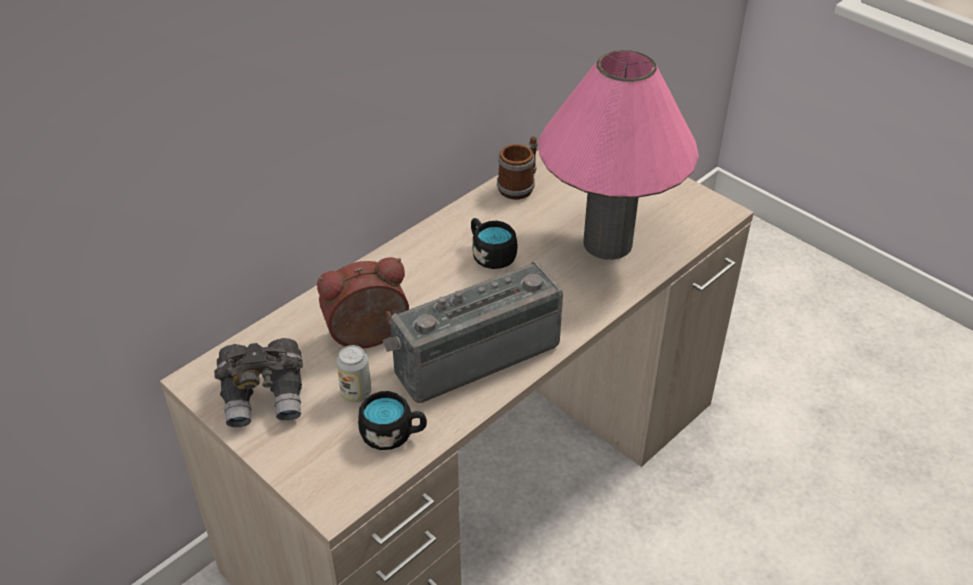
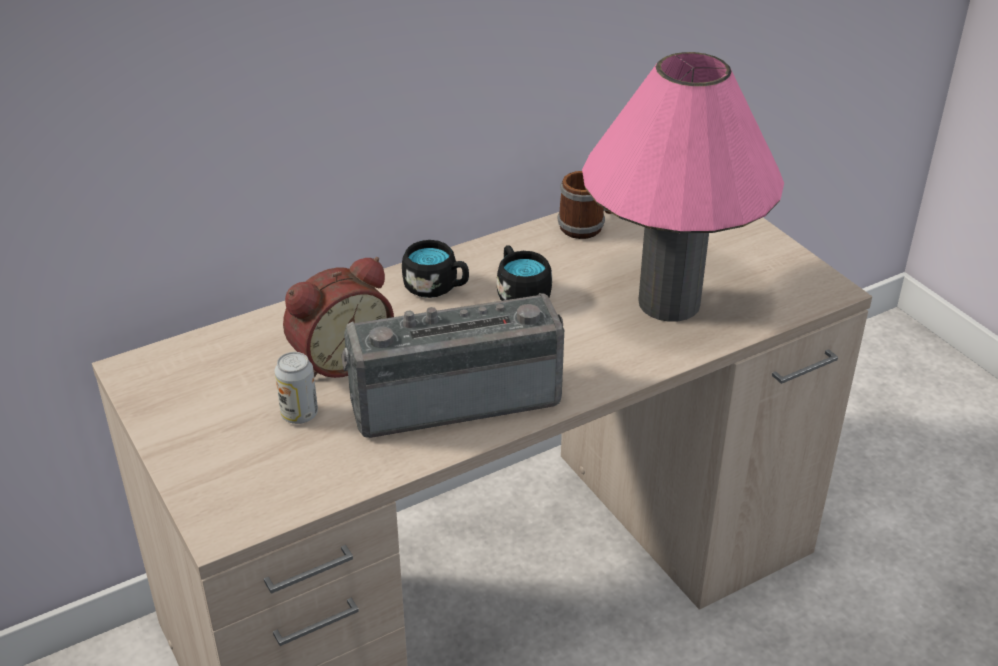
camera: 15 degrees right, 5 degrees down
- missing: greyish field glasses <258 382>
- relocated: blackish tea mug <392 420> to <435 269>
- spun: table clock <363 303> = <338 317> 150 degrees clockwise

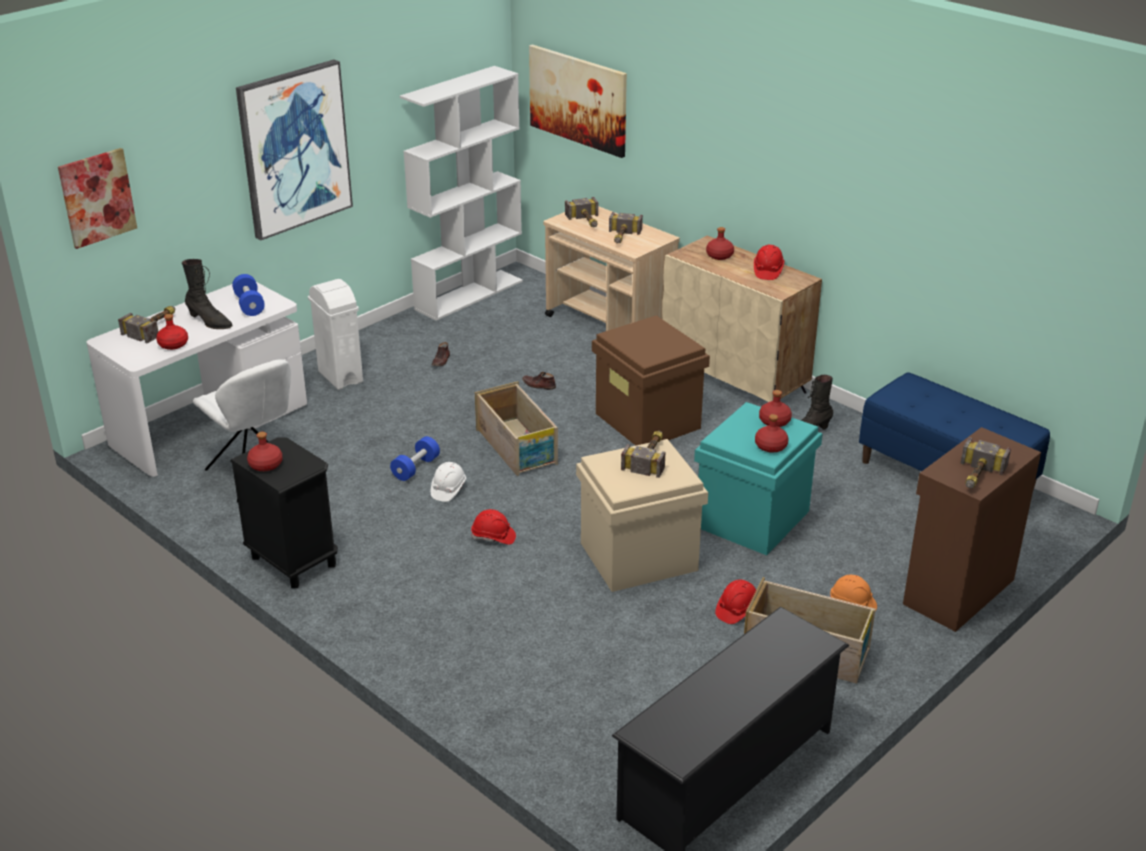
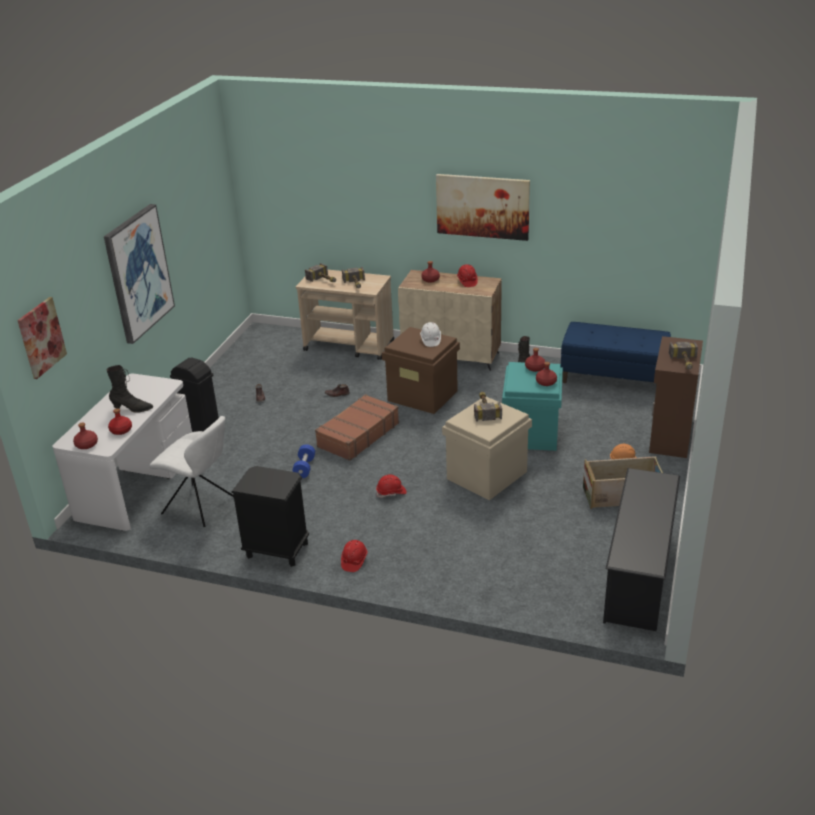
camera: 25 degrees left, 0 degrees up
- missing: hand hammer <146 325>
- missing: blue hand weight <248 295>
- missing: whitish bookshelf <461 193>
- relocated: reddish bottle <265 451> to <85 436>
- relocated: whitish safety helmet <448 482> to <430 334>
- relocated: picture <578 101> to <483 207>
- relocated: reddish safety helmet <735 602> to <354 556>
- exchanged: shipping crate <516 428> to brownish travel case <357 427>
- colour: whitish rubbish bin <335 334> to blackish rubbish bin <194 395>

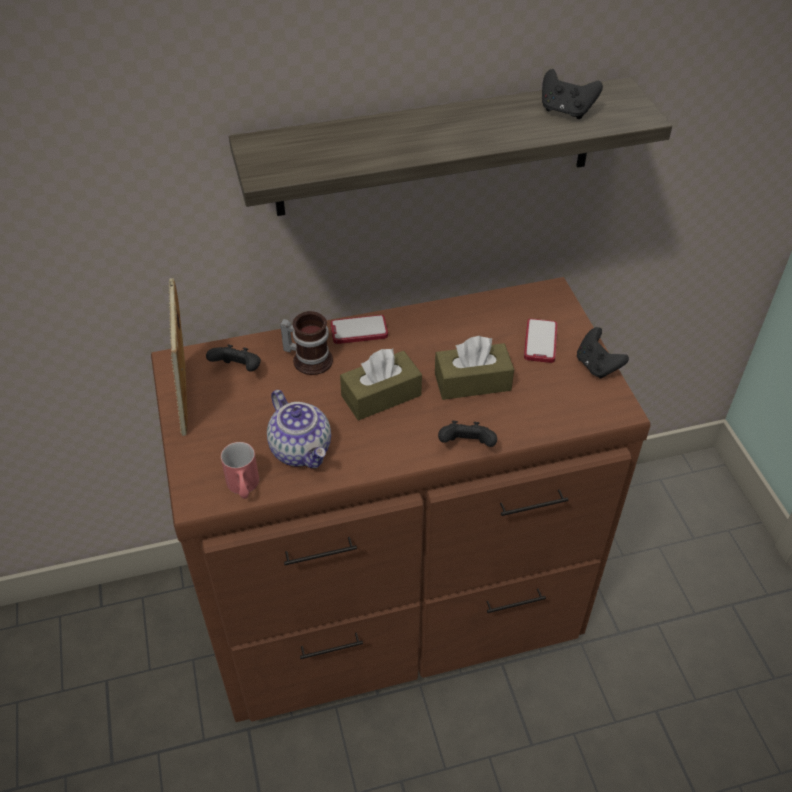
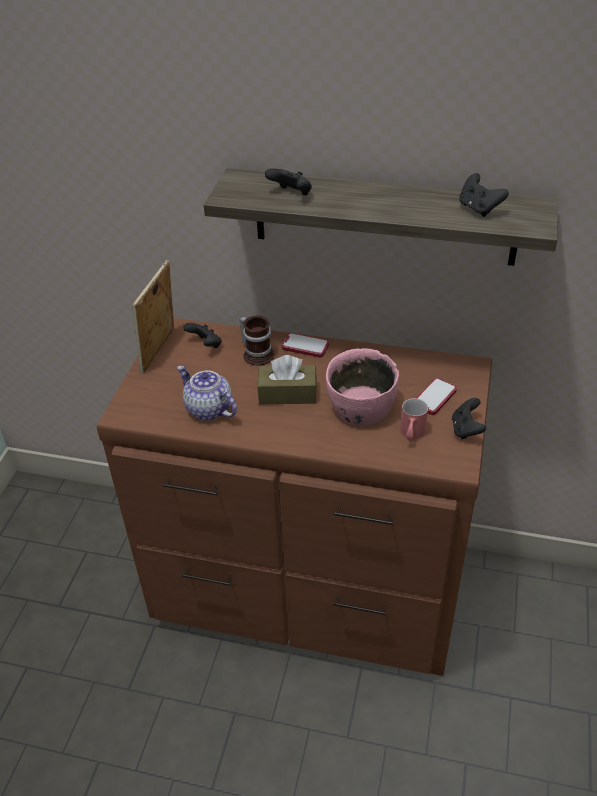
camera: 30 degrees right, 5 degrees down
- relocated: reddish tea mug <240 470> to <414 419>
- relocated: blackish game controller <467 434> to <288 181>
- exchanged: brownish box of tissues <474 368> to pinkish deep dish <362 387>
- spun: pot for tea <299 429> = <207 393> 135 degrees clockwise

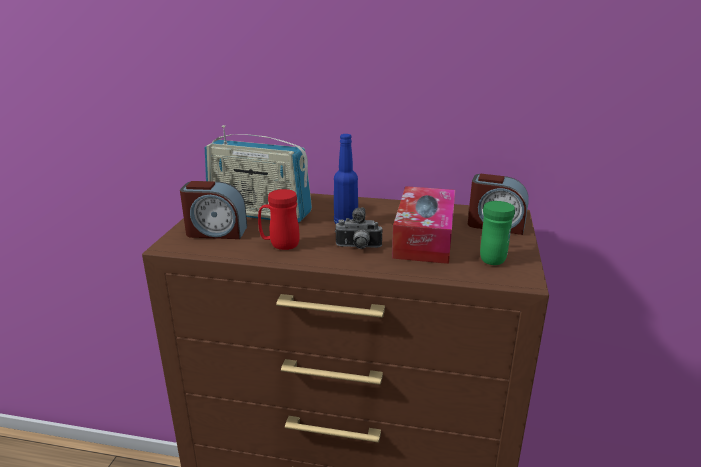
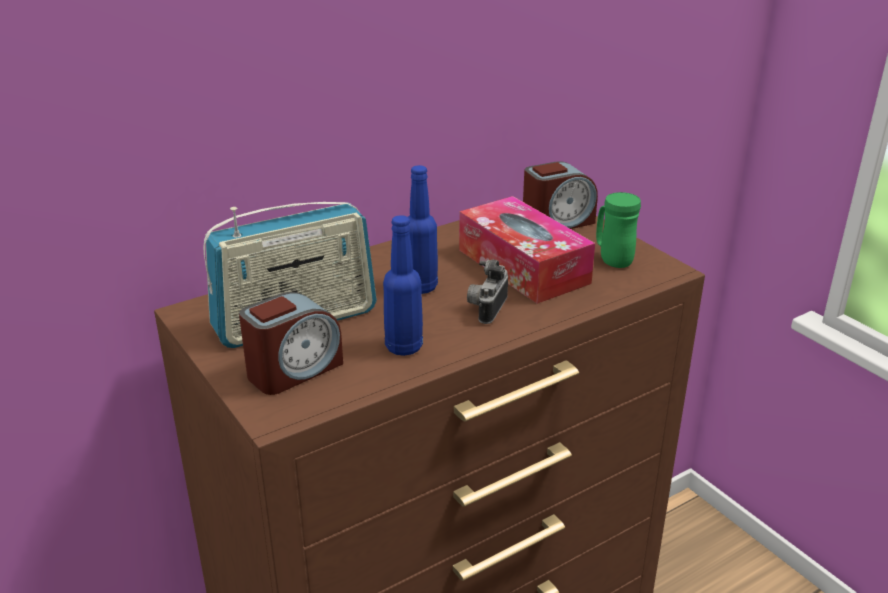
camera: 45 degrees left, 5 degrees up
- exchanged: reddish tea mug <279 219> to blue bottle <403 285>
- spun: photo camera <359 228> = <487 292> 150 degrees clockwise

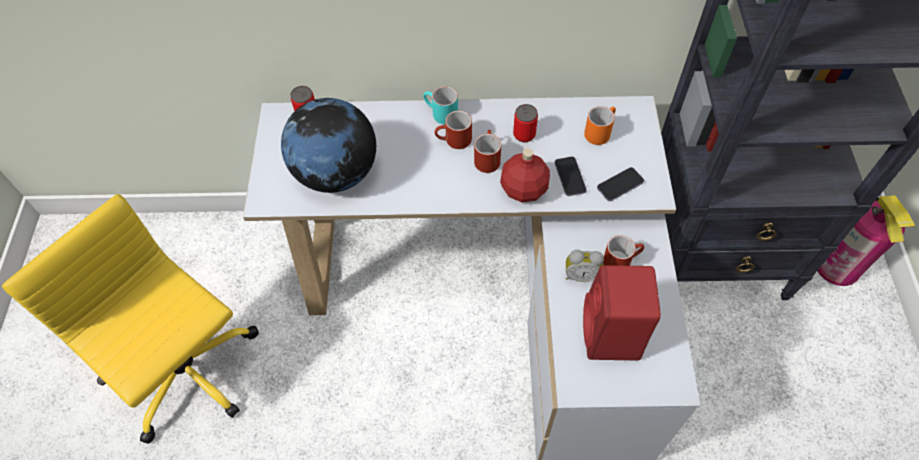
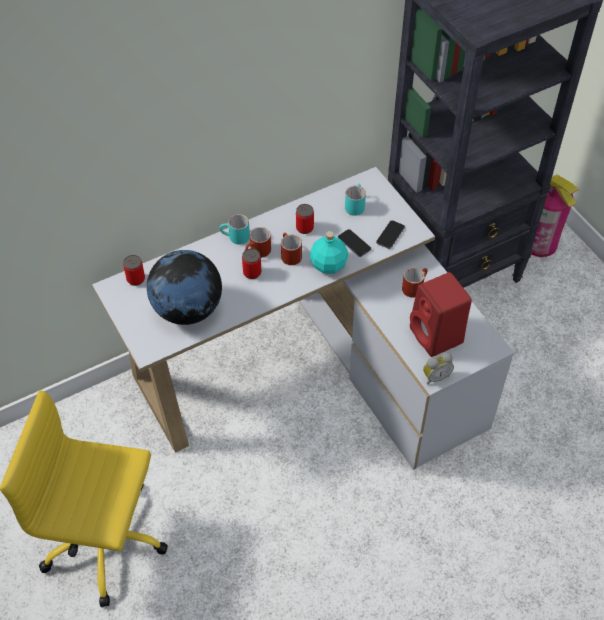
camera: 30 degrees left, 5 degrees down
- appeared: sealed can <251 263>
- relocated: table clock <585 266> to <438 368>
- colour: reddish bottle <525 175> to turquoise-coloured bottle <329 252>
- colour: orange-coloured tea mug <600 125> to turquoise-coloured tea mug <355 200>

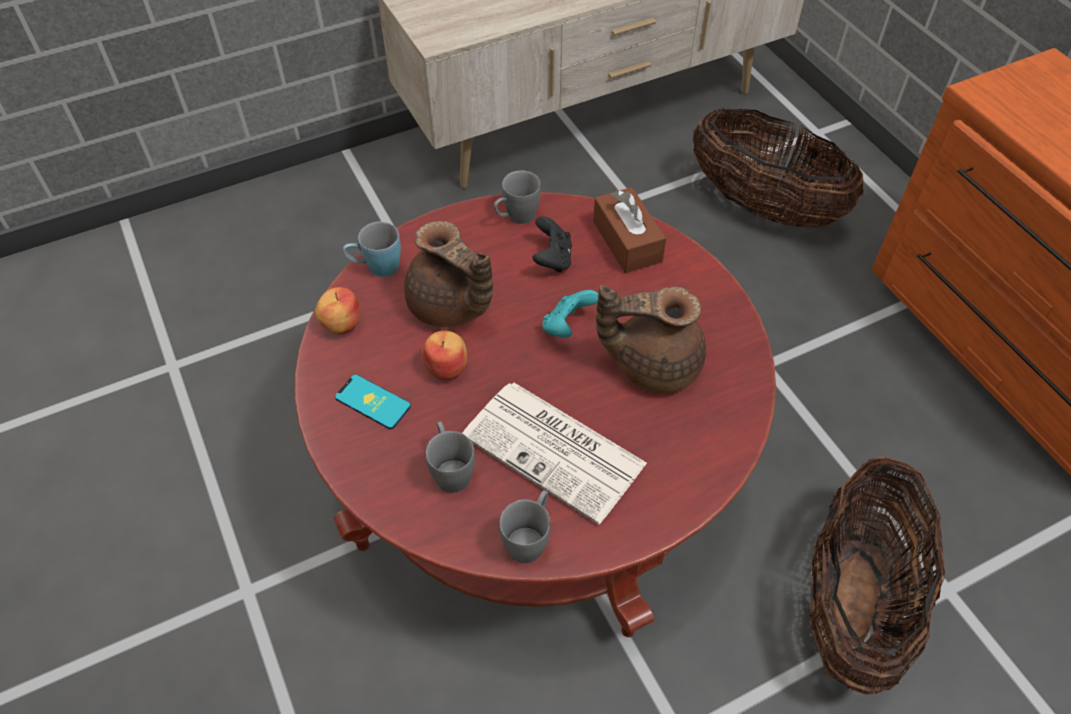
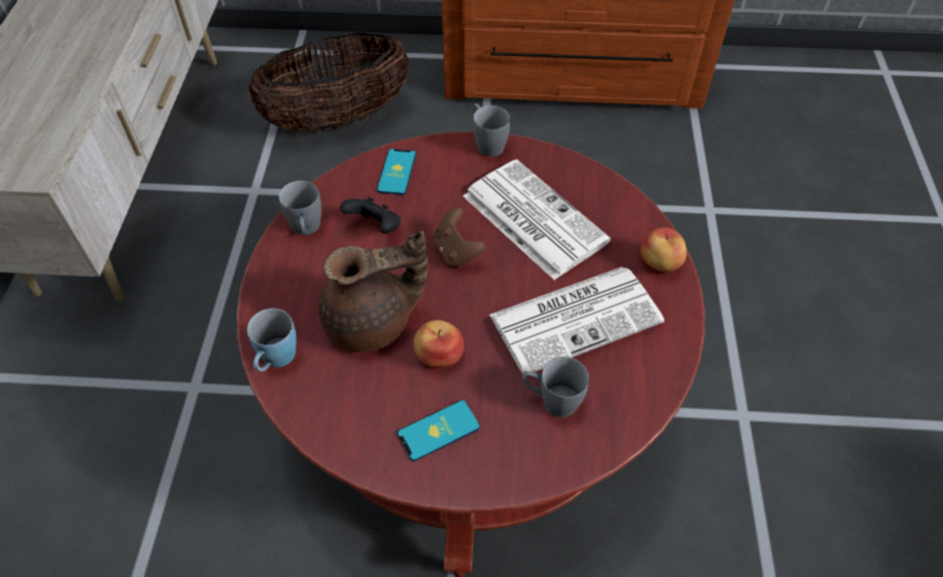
camera: 60 degrees left, 0 degrees up
- missing: household basket <877 575>
- relocated: apple fruit <338 311> to <663 250>
- relocated: greyish tea mug <525 527> to <491 130>
- exchanged: brownish box of tissues <629 230> to handset <396 172>
- exchanged: brownish pot for tea <651 339> to daily paper <537 219>
- colour: turquoise-coloured game controller <570 314> to brownish game controller <459 237>

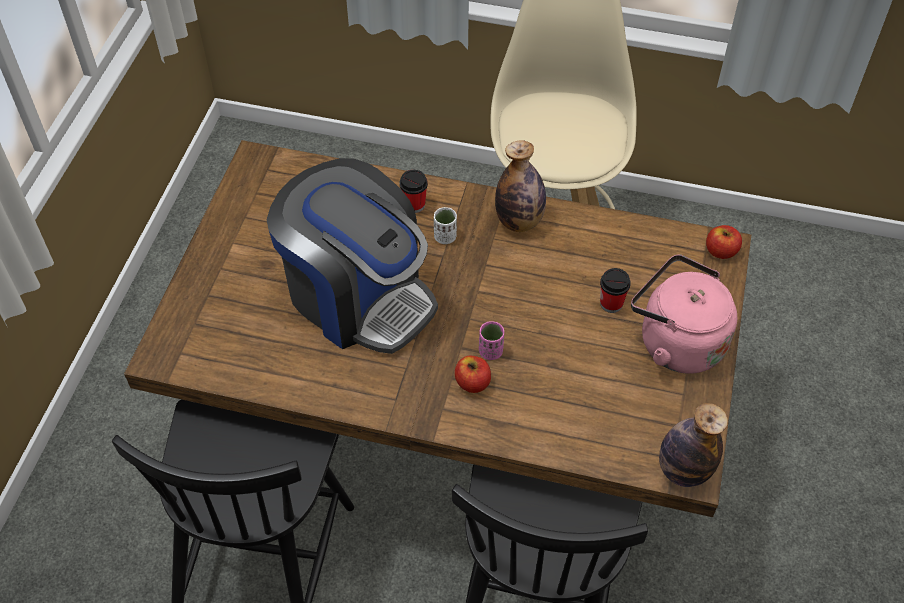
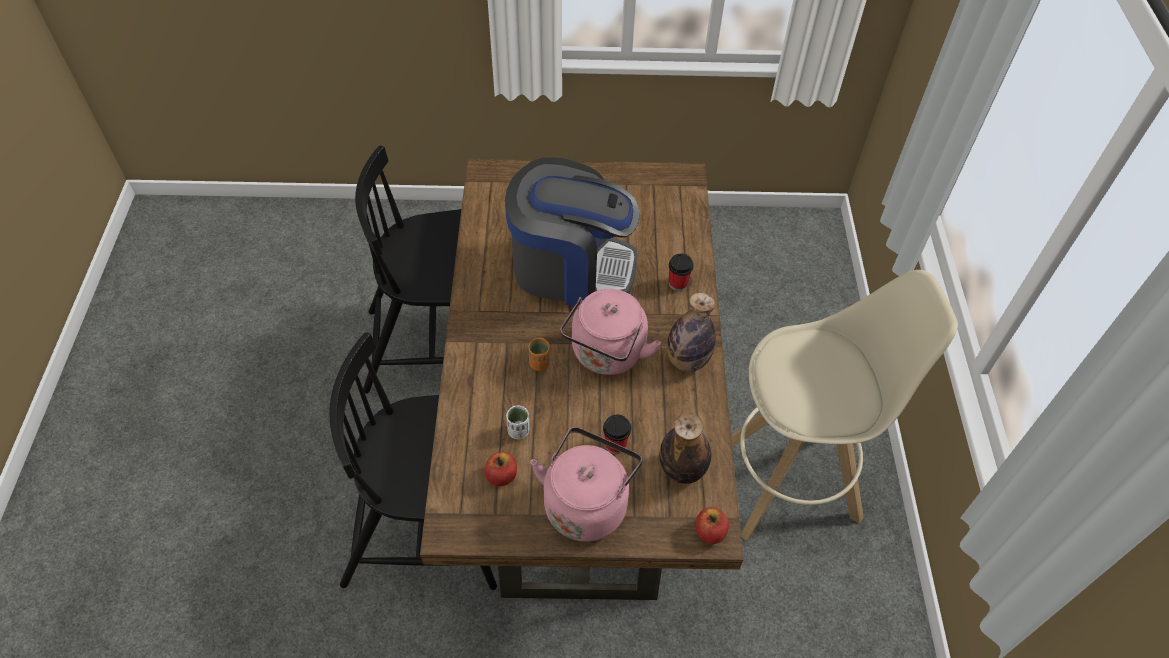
camera: 75 degrees right, 0 degrees up
- appeared: pinkish kettle <610 332>
- relocated: whitish drinking cup <445 225> to <517 422>
- relocated: apple fruit <473 374> to <500 469>
- relocated: bottle <693 445> to <685 448>
- colour: pinkish drinking cup <491 340> to orange-coloured drinking cup <539 354>
- spun: coffee brewer <352 256> = <572 231> 105 degrees counterclockwise

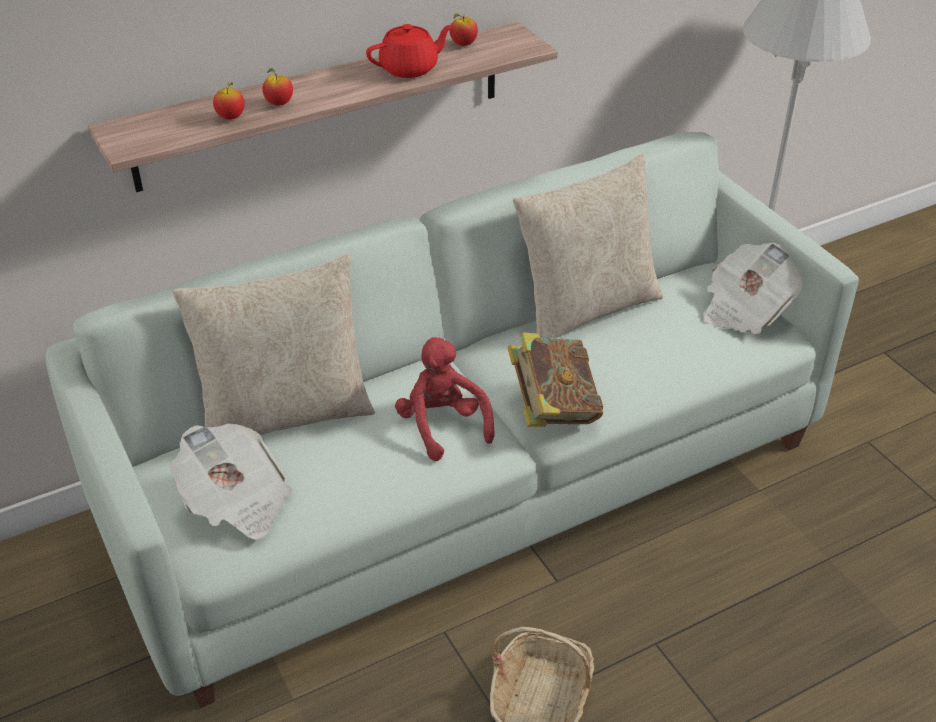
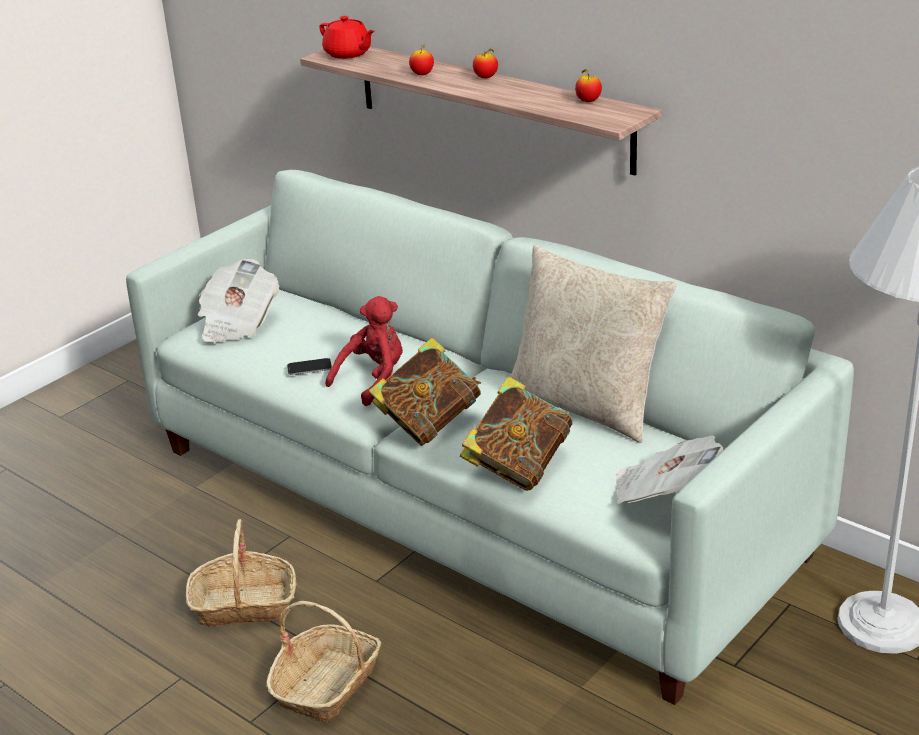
camera: 70 degrees right, 10 degrees down
- missing: beige-coloured cushion <273 344>
- appeared: household basket <323 662>
- appeared: handset <309 366>
- appeared: volume <516 433>
- relocated: apple fruit <229 101> to <485 63>
- relocated: reddish pot for tea <410 51> to <346 37>

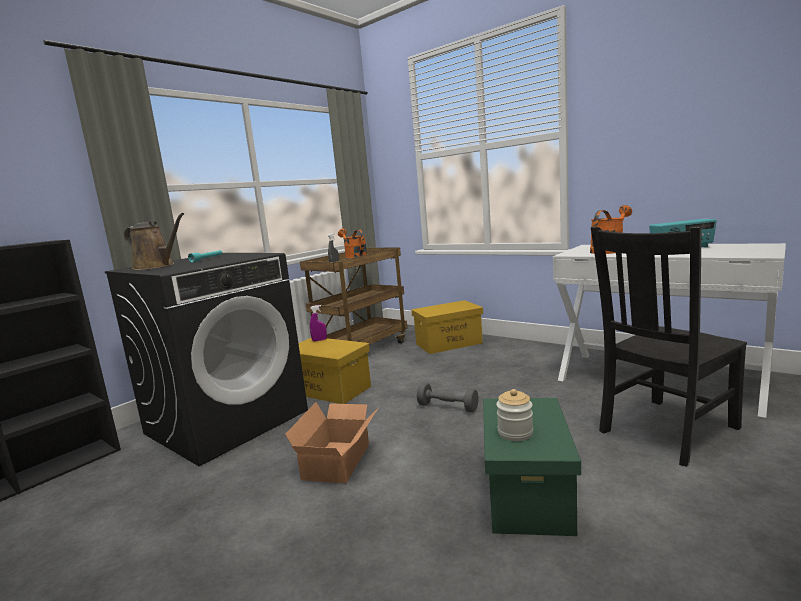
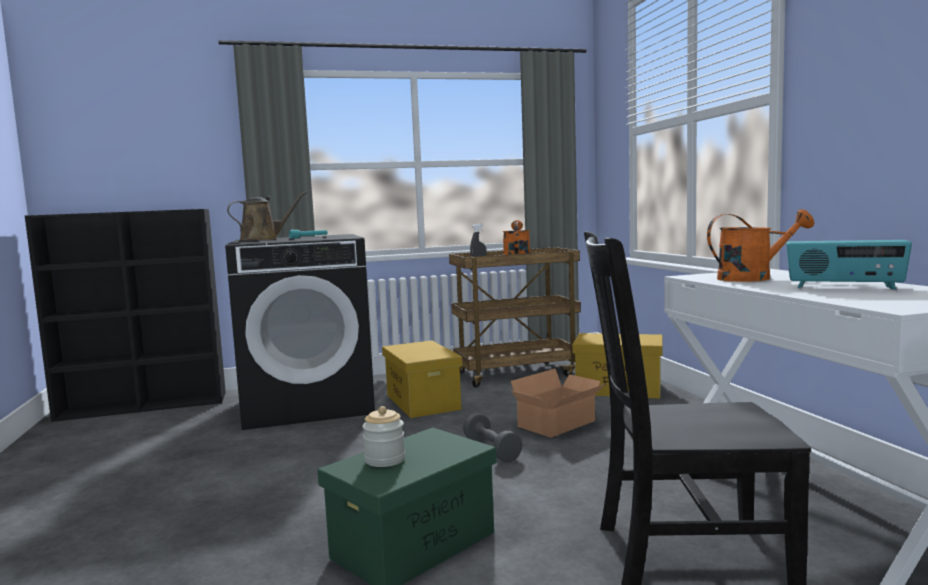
camera: 35 degrees right, 5 degrees down
- missing: purple sprayer <318 323>
- relocated: carton <332 443> to <558 403>
- spun: brownish watering pot <154 241> = <267 216> 90 degrees counterclockwise

